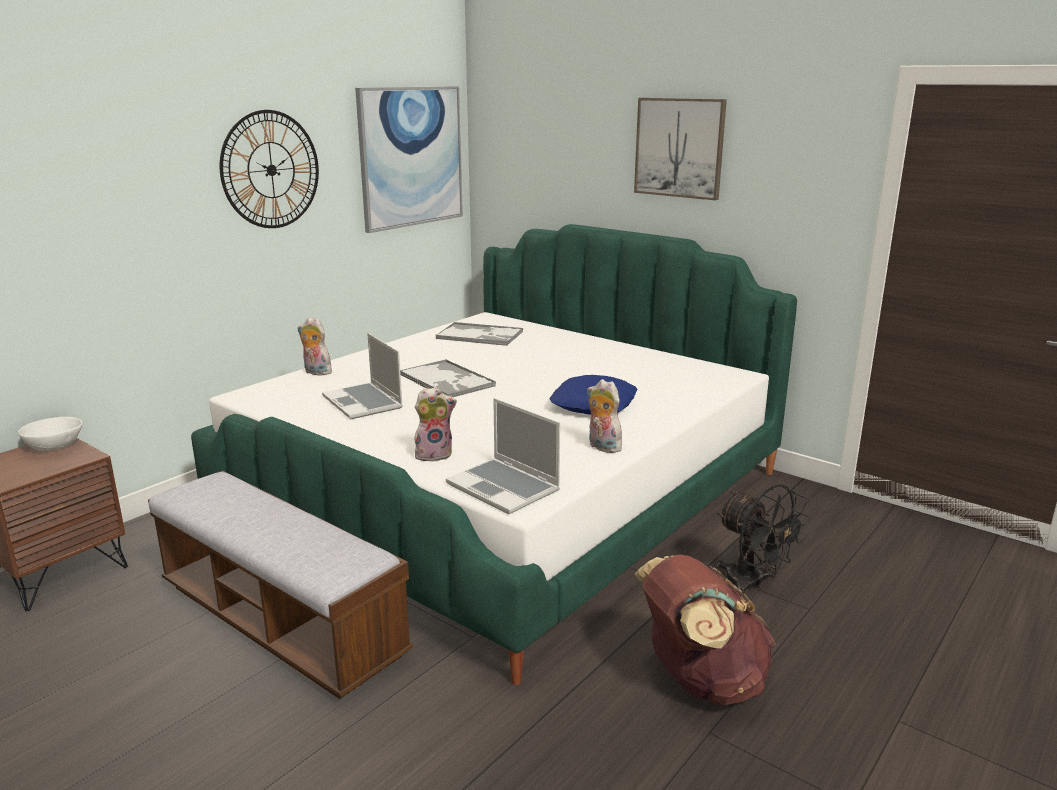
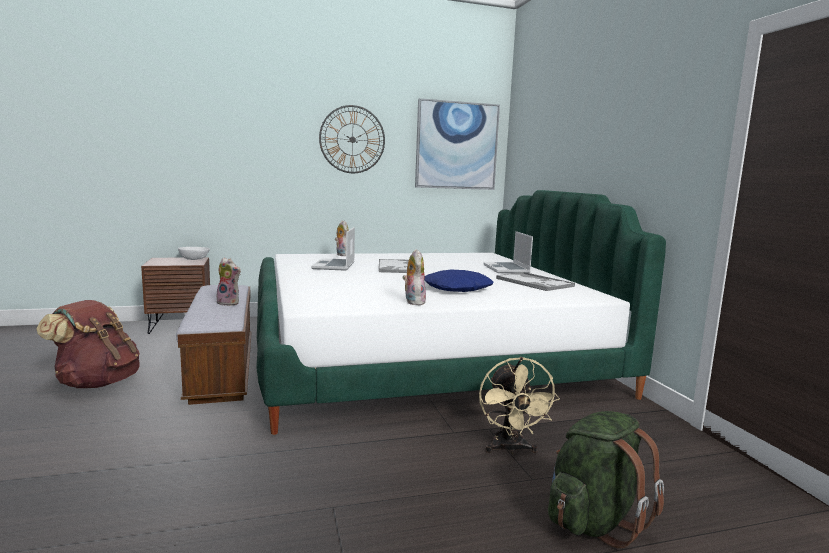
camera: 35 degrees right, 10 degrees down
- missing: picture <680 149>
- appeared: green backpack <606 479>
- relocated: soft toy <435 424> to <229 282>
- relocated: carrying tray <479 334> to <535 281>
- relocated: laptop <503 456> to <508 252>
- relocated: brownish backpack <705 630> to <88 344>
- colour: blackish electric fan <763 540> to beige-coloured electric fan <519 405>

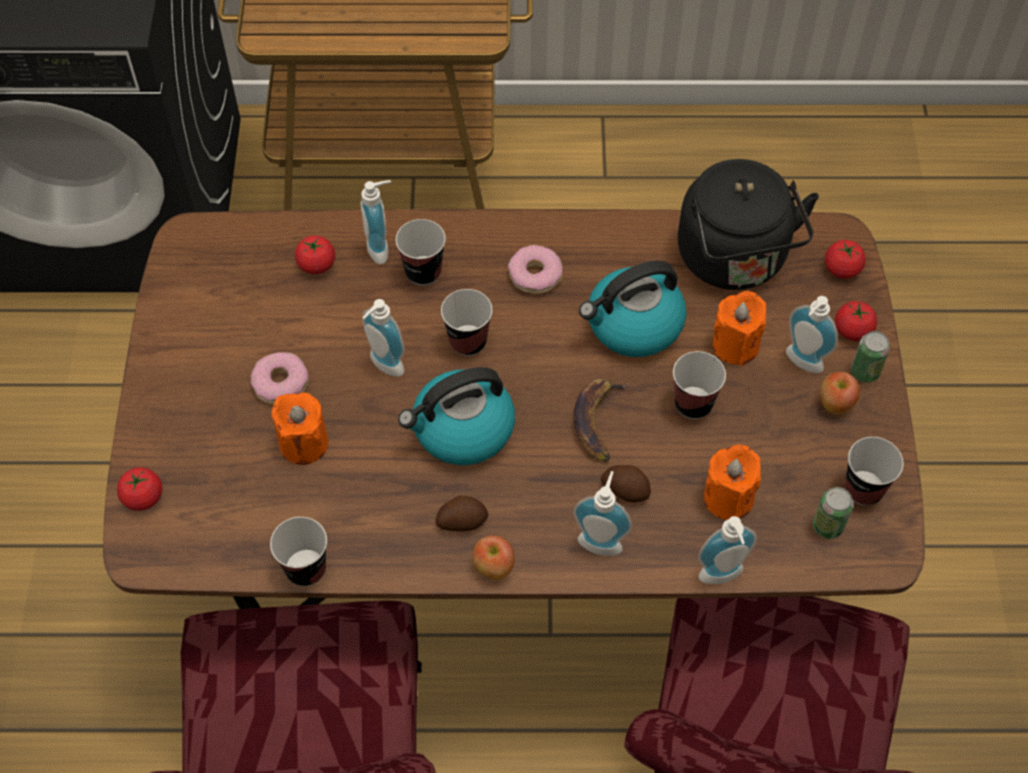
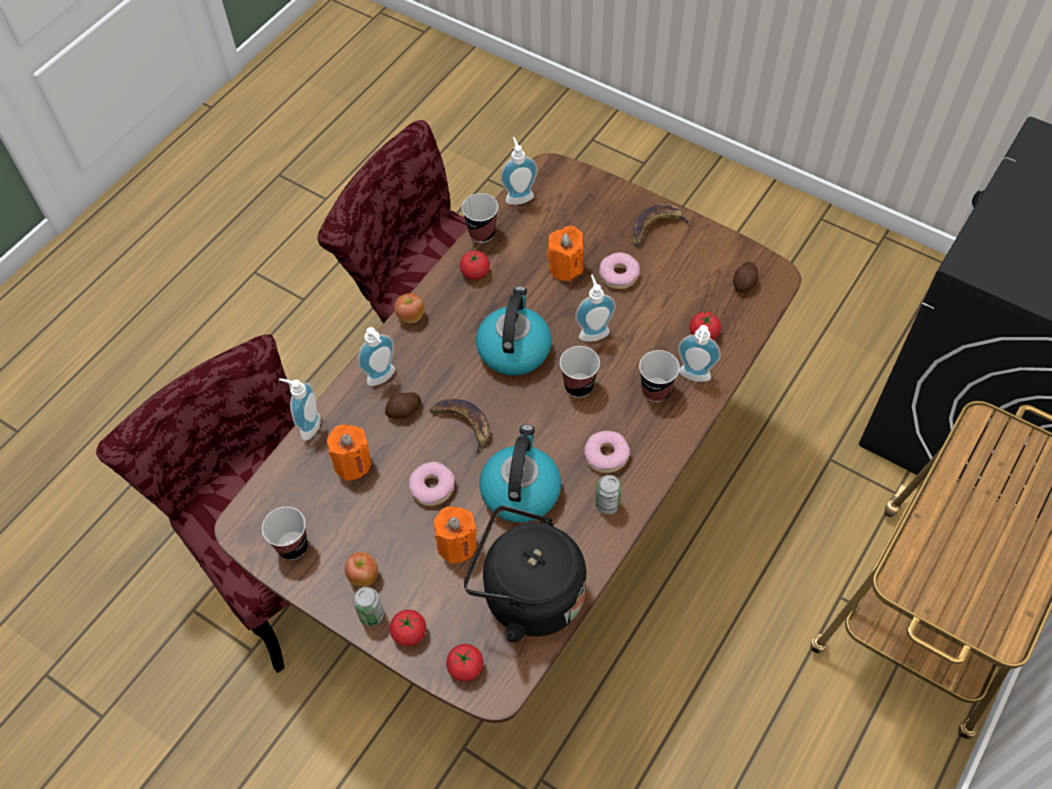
camera: 125 degrees right, 0 degrees up
- appeared: whole banana <662 225>
- relocated: fresh tomato <139 489> to <475 265>
- relocated: spud <462 513> to <746 277>
- relocated: liquid soap bottle <812 334> to <519 171>
- relocated: sealed can <833 513> to <609 494>
- exchanged: drinking cup <699 385> to donut <432 484>

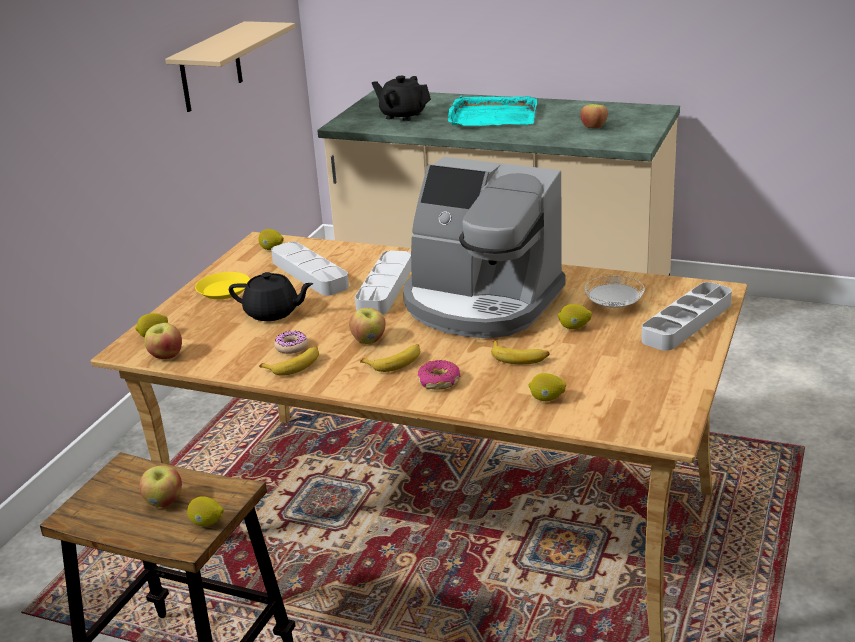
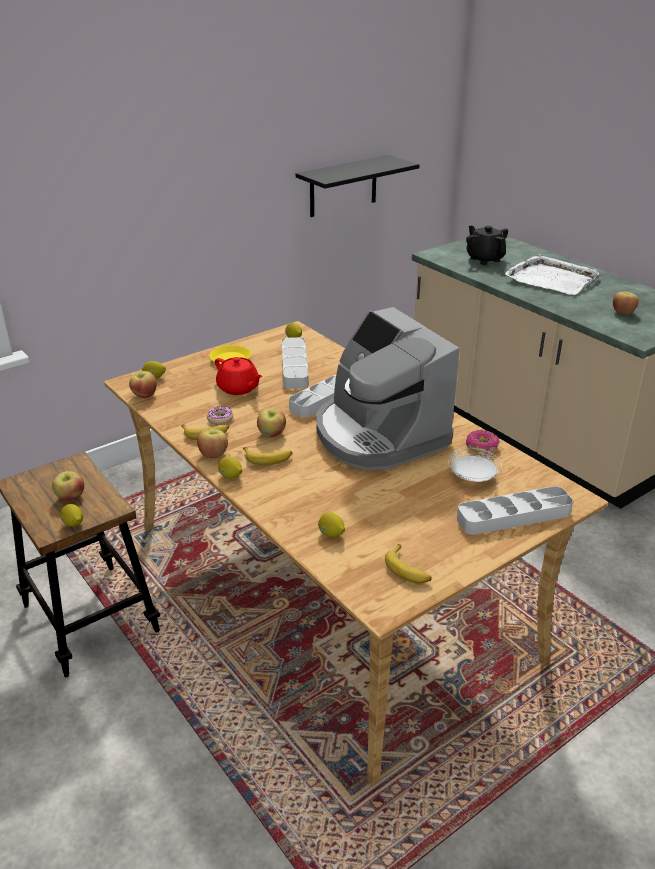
camera: 30 degrees right, 5 degrees up
- appeared: apple fruit <212 444>
- relocated: donut <439 374> to <483 441>
- relocated: whole banana <520 352> to <408 563>
- relocated: lemon <575 316> to <230 467>
- colour: beige-coloured shelf <230 66> to blackish shelf <357 186>
- colour: blackish pot for tea <271 296> to reddish pot for tea <239 376>
- colour: turquoise-coloured carrying tray <492 111> to whitish carrying tray <552 274>

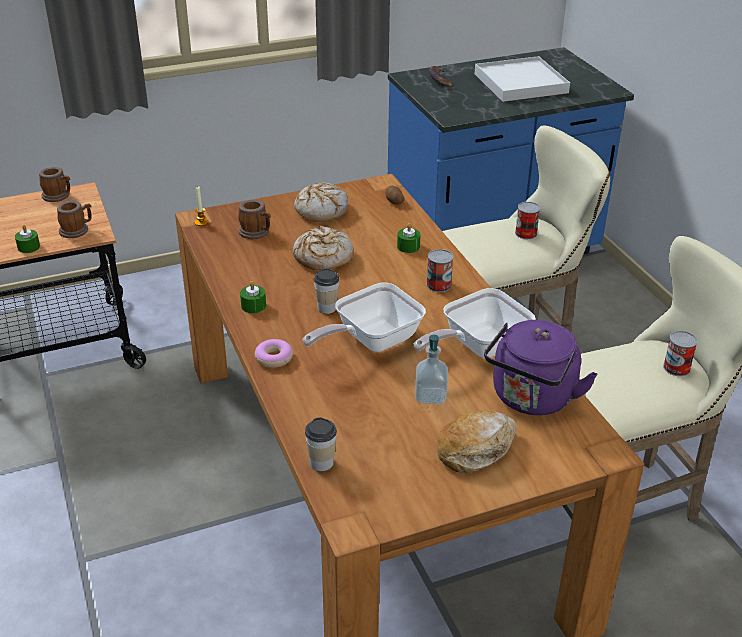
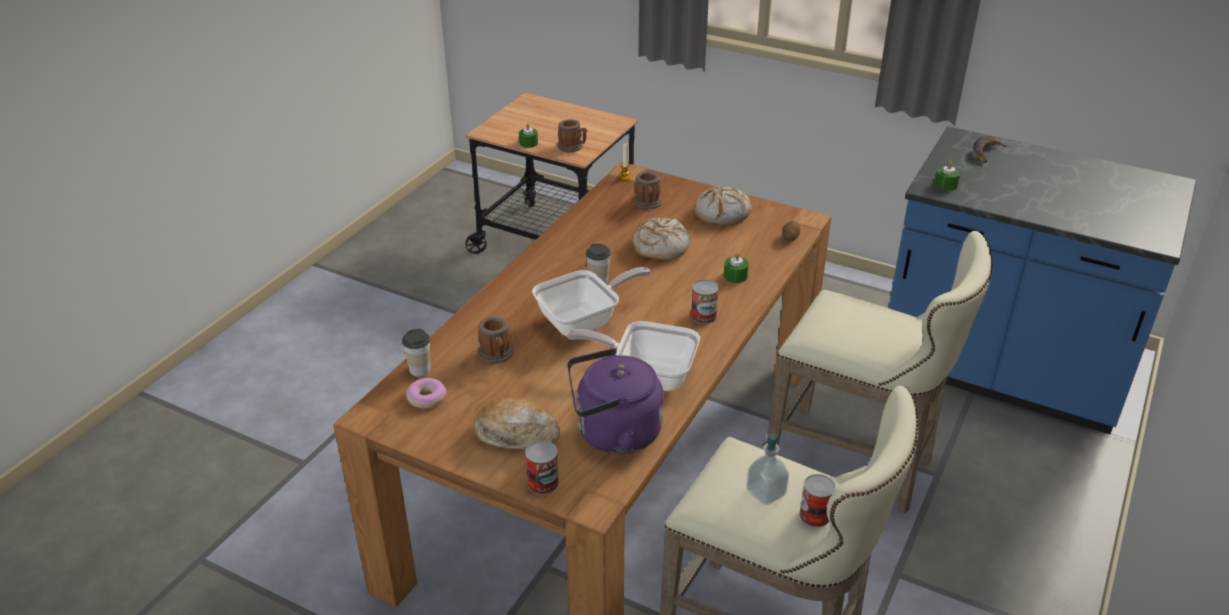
camera: 50 degrees right, 0 degrees up
- missing: whitish carrying tray <522 79>
- relocated: tea mug <54 184> to <495 340>
- relocated: green wax light <253 297> to <947 176>
- relocated: donut <274 353> to <426 393>
- relocated: liquid soap bottle <431 369> to <768 469>
- relocated: sealed can <527 220> to <542 467>
- spun: frying pan <364 317> = <591 301> 135 degrees clockwise

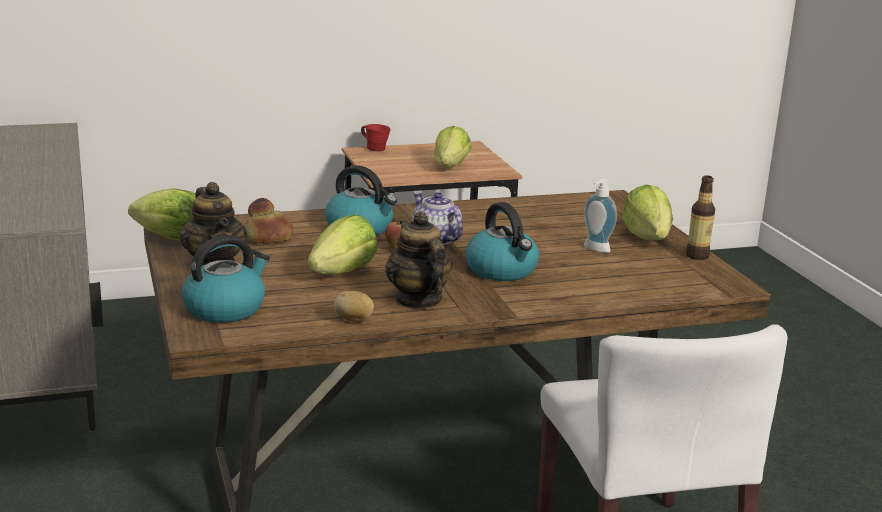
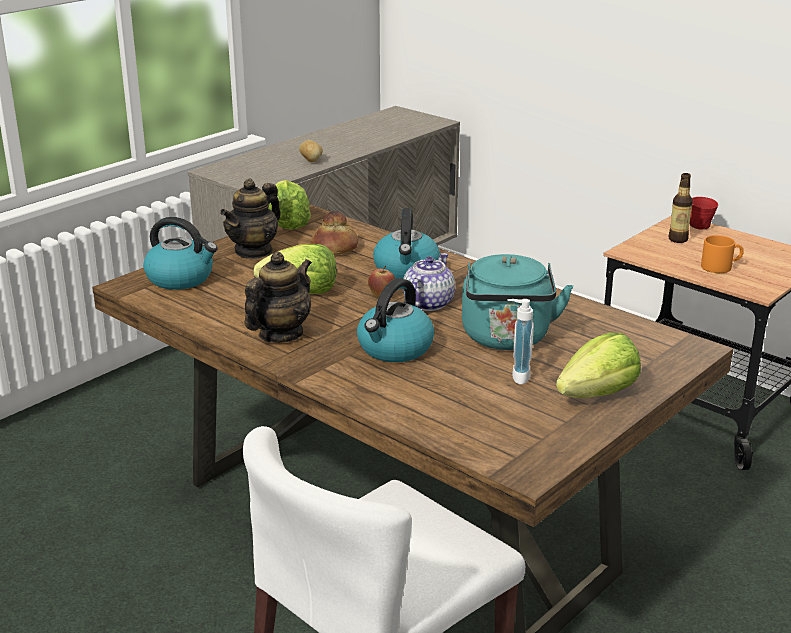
camera: 60 degrees right, 5 degrees up
- appeared: turquoise-coloured kettle <517 302>
- relocated: spud <354 306> to <311 151>
- relocated: bottle <700 218> to <681 208>
- exchanged: head of lettuce <452 147> to orange-coloured tea mug <722 254>

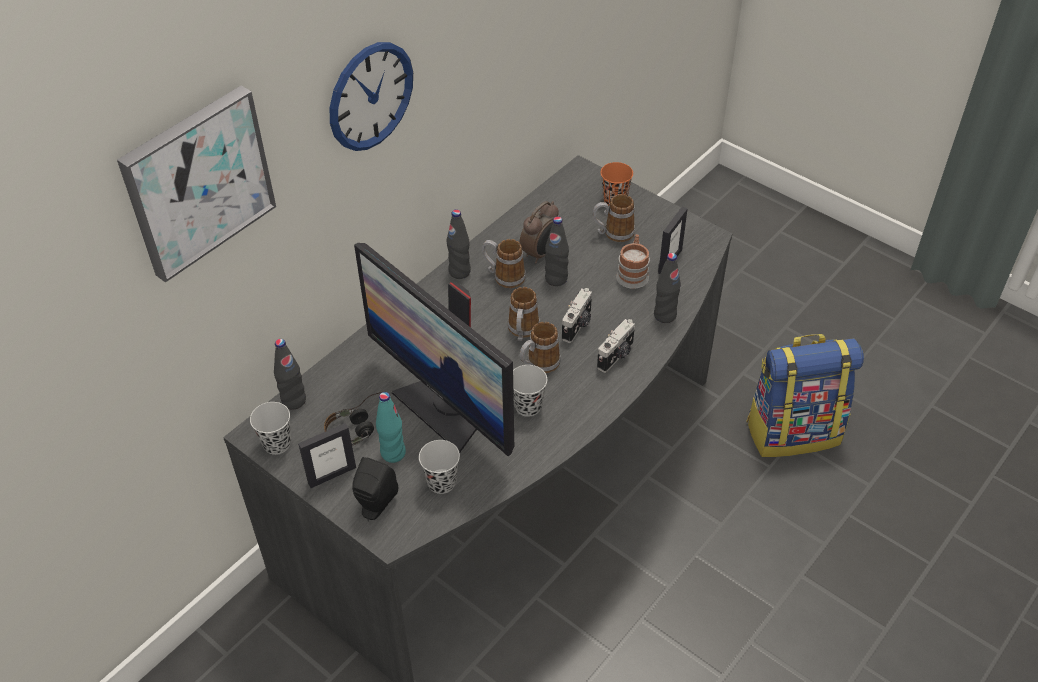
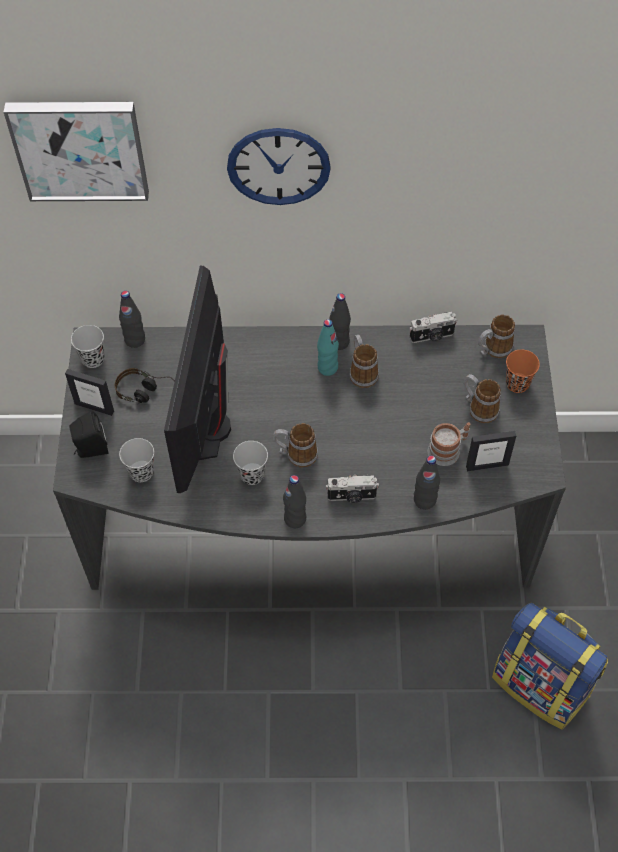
camera: 50 degrees right, 10 degrees up
- missing: table clock <539 232>
- relocated: turquoise-coloured bottle <391 427> to <328 347>
- relocated: tea mug <524 314> to <496 336>
- relocated: blackish bottle <557 251> to <294 501>
- relocated: photo camera <577 315> to <433 327>

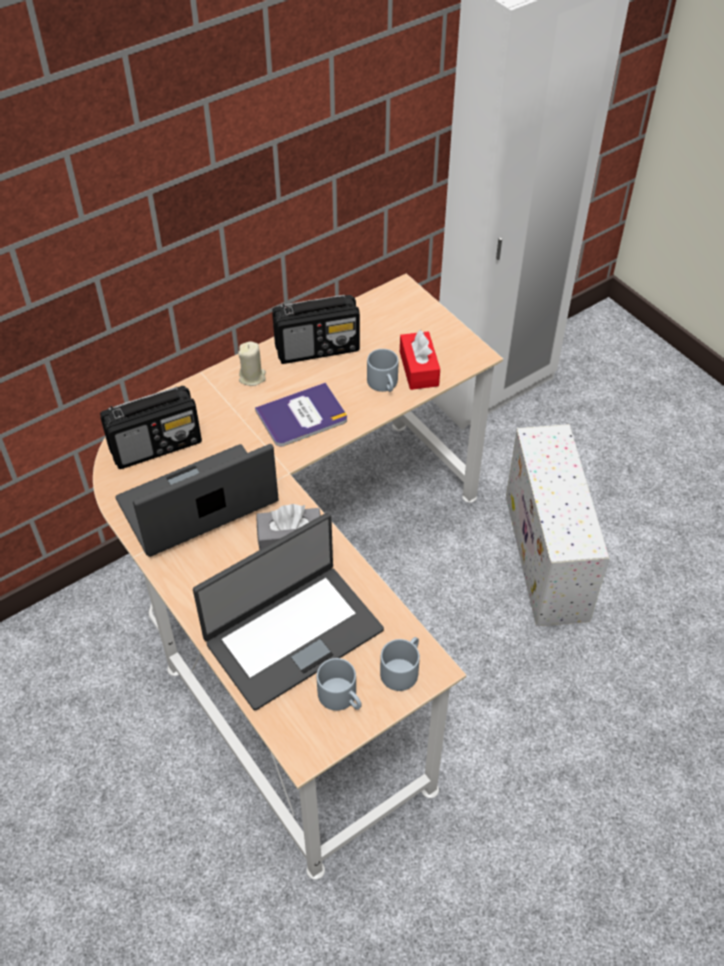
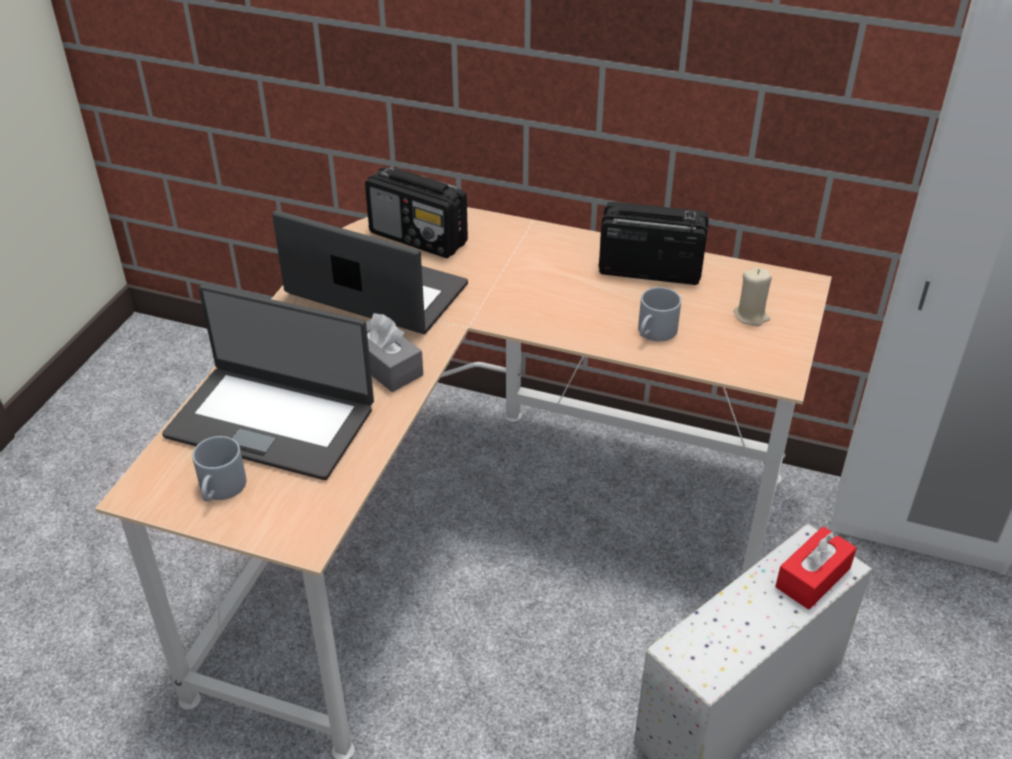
camera: 55 degrees right, 10 degrees down
- missing: volume <301 415>
- missing: greyish tea mug <400 664>
- relocated: beige-coloured wax light <252 363> to <753 296>
- relocated: reddish box of tissues <420 360> to <816 568>
- spun: radio set <316 329> = <654 243> 150 degrees clockwise

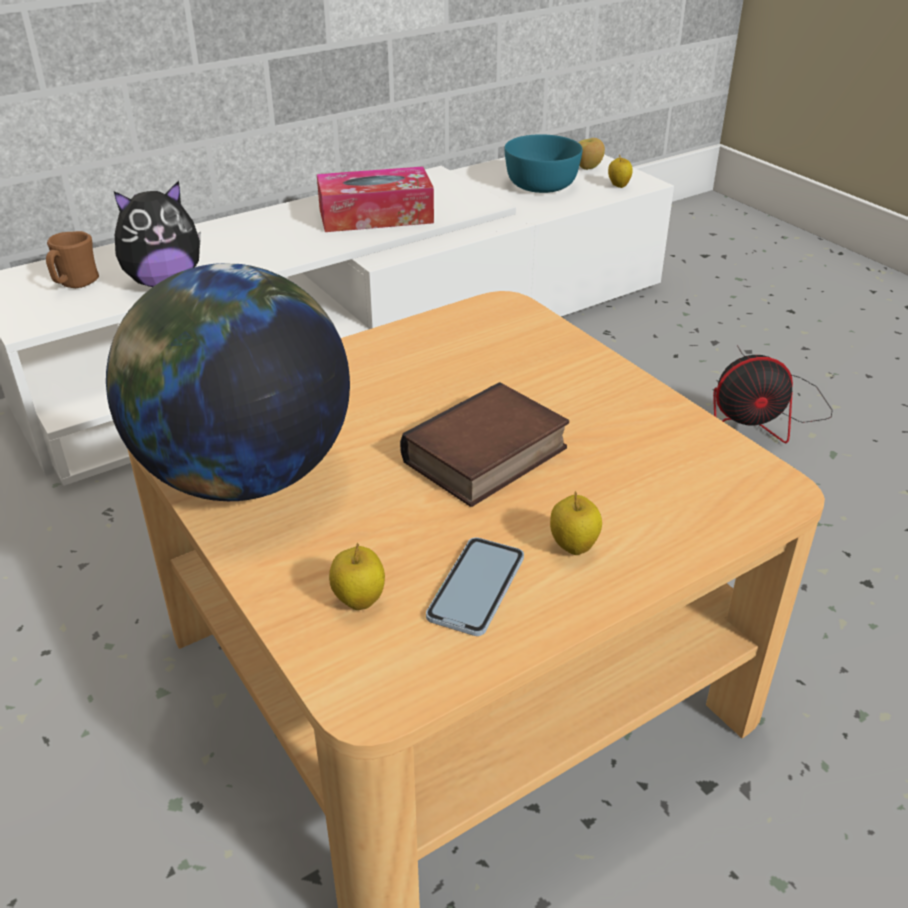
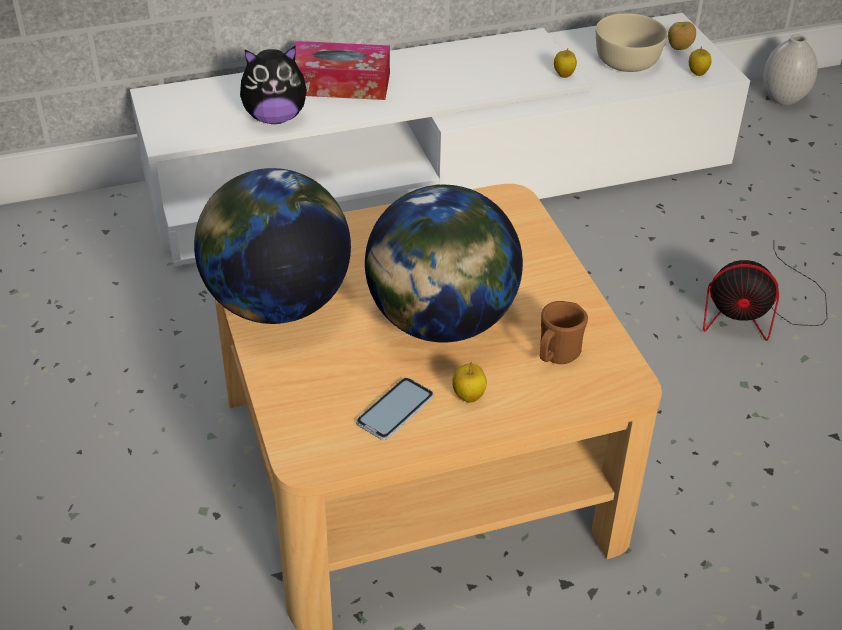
camera: 15 degrees right, 5 degrees up
- appeared: whitish vase <791 70>
- relocated: brownish tea mug <72 259> to <564 332>
- relocated: box of tissues <375 199> to <342 70>
- relocated: apple fruit <357 576> to <565 63>
- exchanged: volume <484 444> to desk globe <444 264>
- colour: turquoise-coloured deep dish <544 163> to beige-coloured deep dish <631 42>

